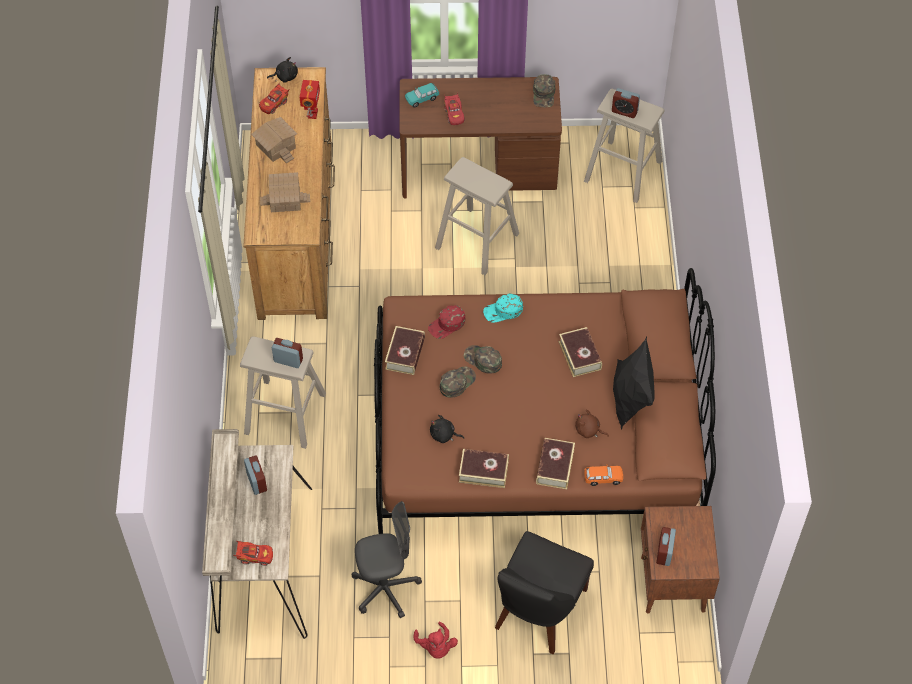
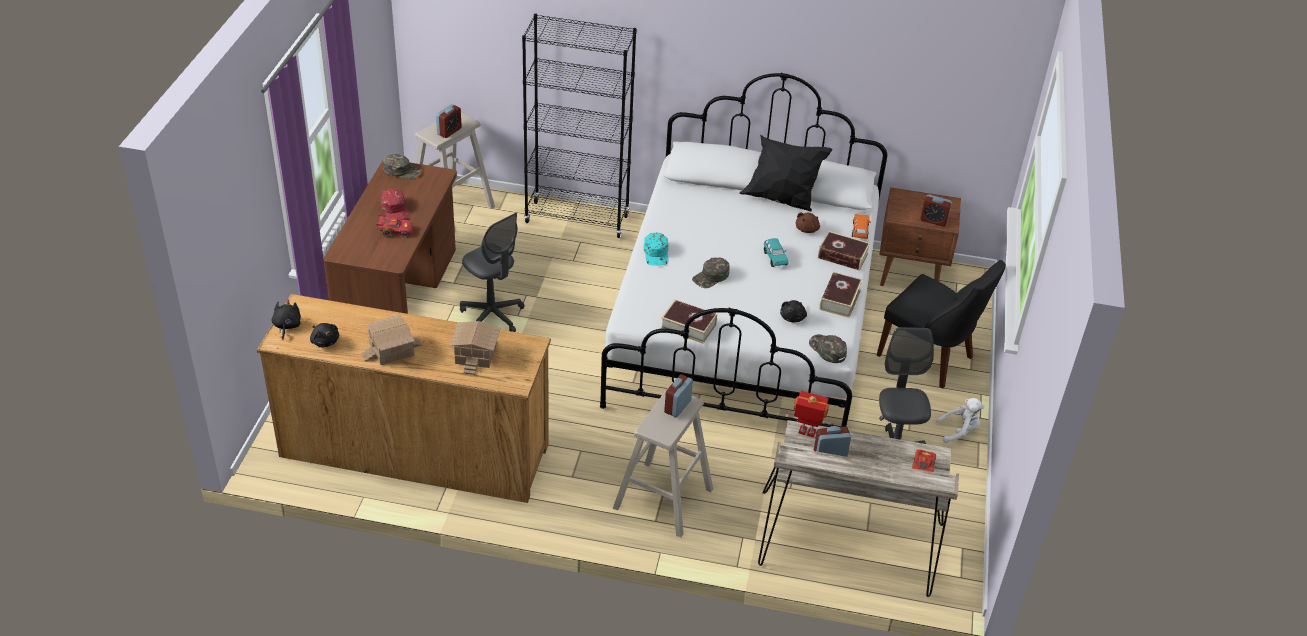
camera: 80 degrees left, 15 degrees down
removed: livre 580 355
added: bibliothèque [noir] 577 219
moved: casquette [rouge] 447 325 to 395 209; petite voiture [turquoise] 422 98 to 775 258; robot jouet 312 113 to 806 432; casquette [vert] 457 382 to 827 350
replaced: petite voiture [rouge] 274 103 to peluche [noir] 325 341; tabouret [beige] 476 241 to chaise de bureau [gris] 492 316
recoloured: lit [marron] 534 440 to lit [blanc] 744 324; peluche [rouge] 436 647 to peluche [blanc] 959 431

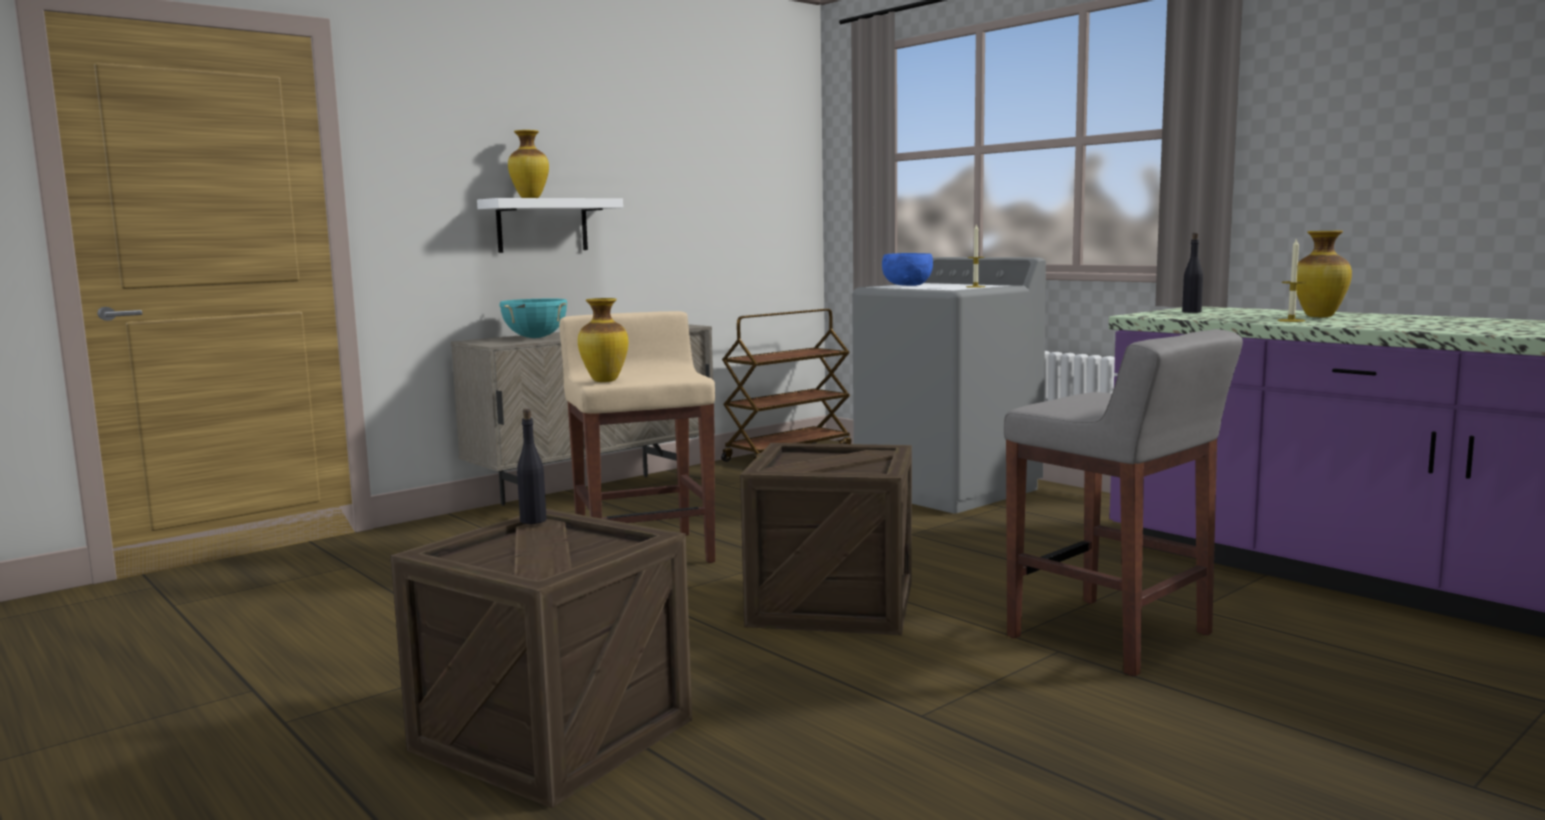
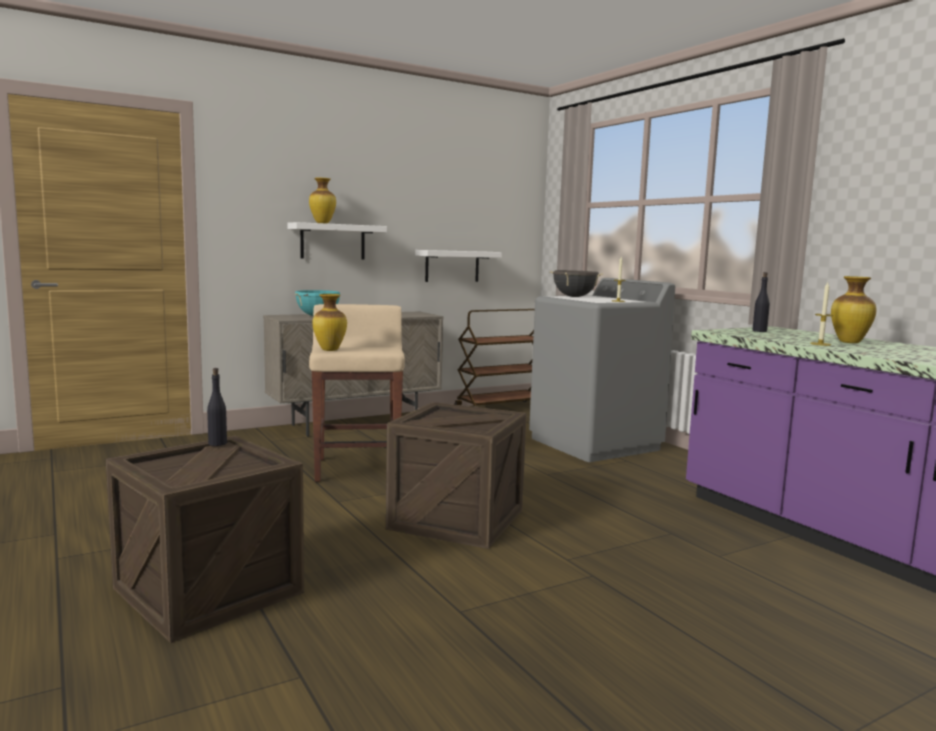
camera: 10 degrees right, 0 degrees up
removed: tabouret [gris] 1112 636
added: étagère [blanc] 452 266
replaced: bol [bleu] 906 285 to marmite [noir] 574 297

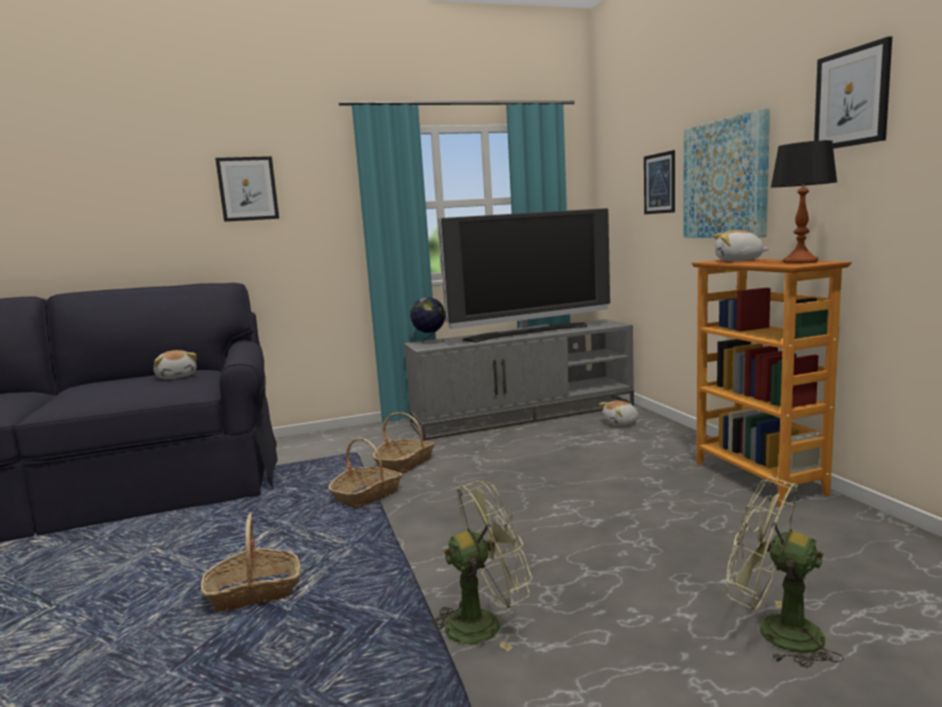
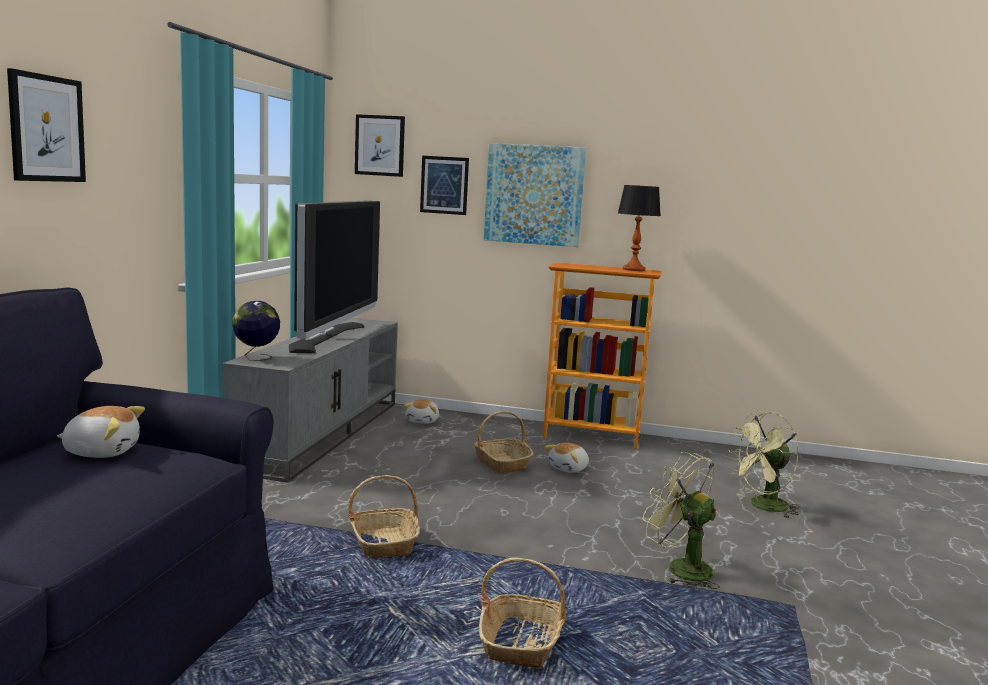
camera: 60 degrees left, 0 degrees up
moved: tableau 852 98 to 380 145; panier 405 463 to 501 463; peluche 738 260 to 569 469
turned: ventilateur [vert] 484 622 = 680 568 60 degrees counterclockwise

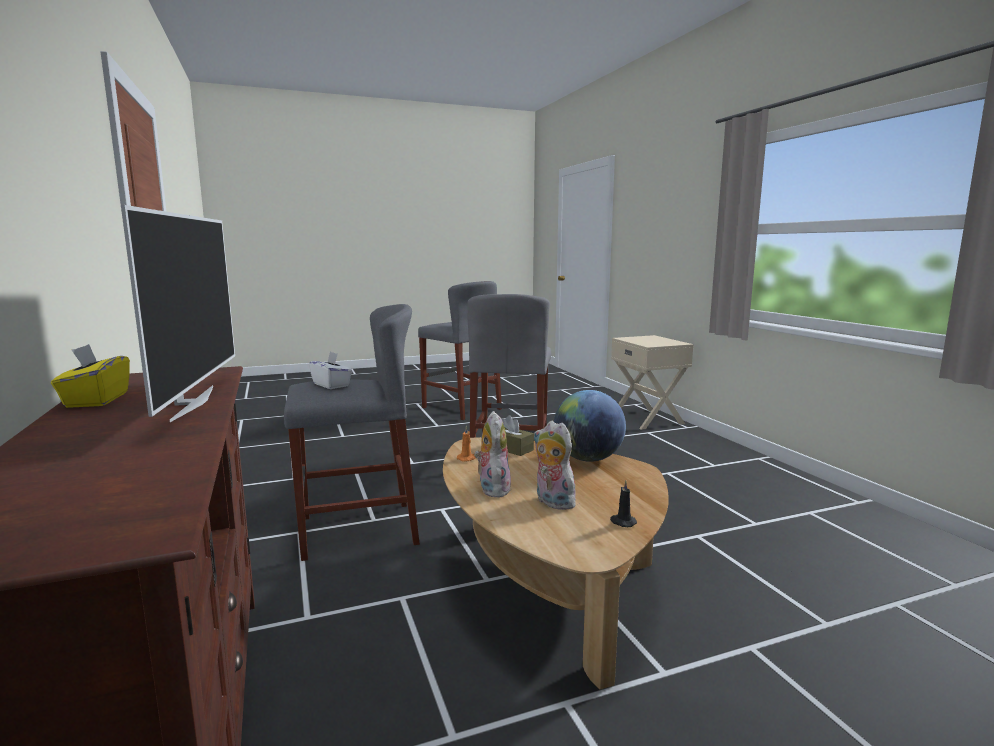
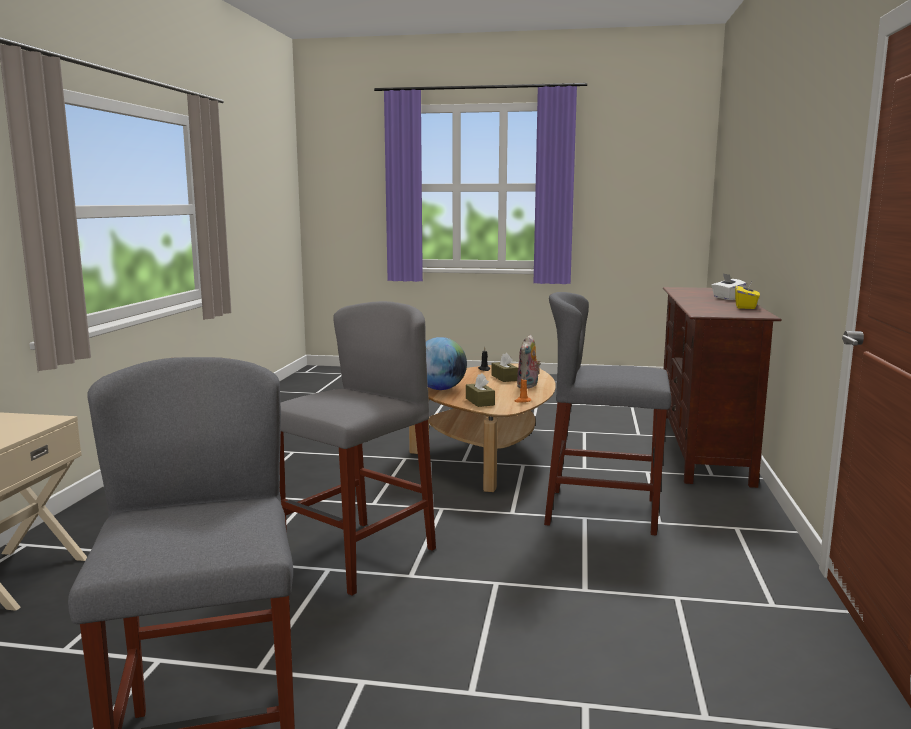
camera: 150 degrees left, 0 degrees up
removed: téléviseur 191 403
moved: boîte à mouchoirs [blanc] 331 385 to 727 298
replaced: peluche 552 502 to boîte à mouchoirs [marron] 504 378

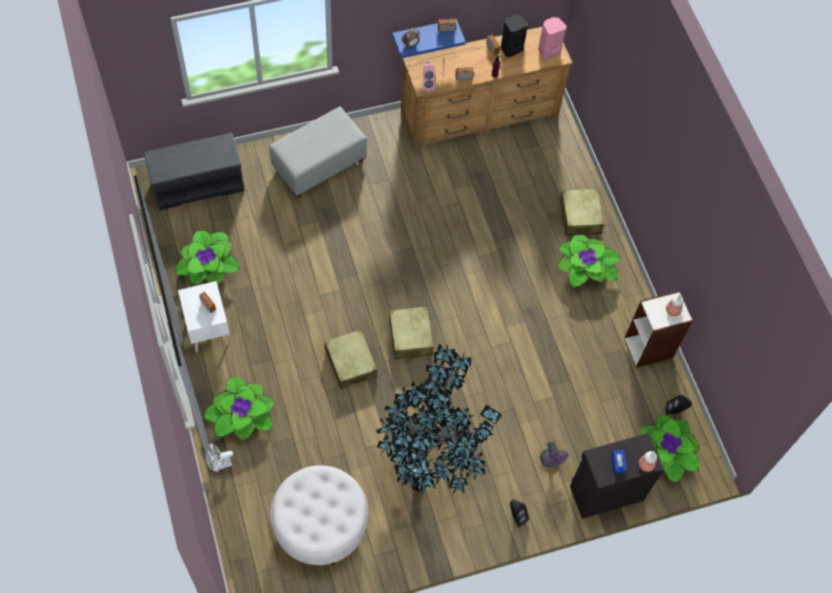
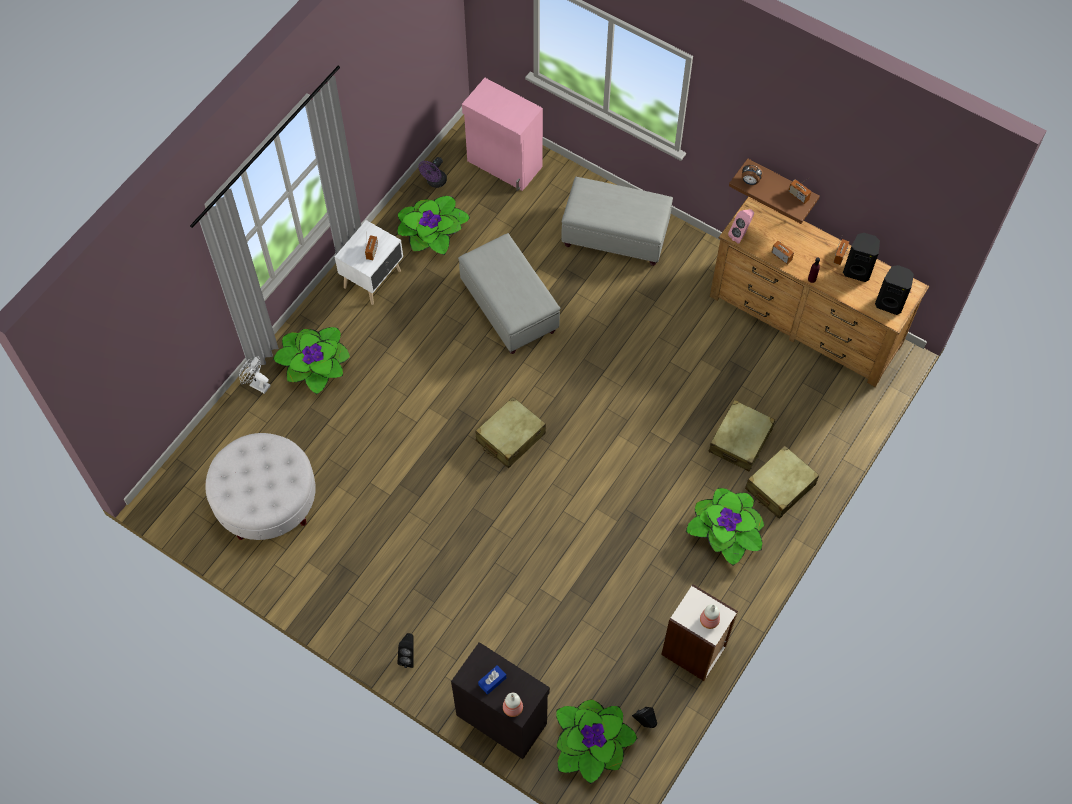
camera: 55 degrees right, 0 degrees up
removed: plante en pot 429 468
added: pouf [gris] 509 308
moved: ventilateur [violet] 550 461 to 434 182; valise [beige] 350 362 to 740 440
replaced: banc [gris] 198 184 to meuble de rangement [rose] 504 165
recoloured: étagère [bleu] 423 33 to étagère [marron] 781 185; enceinte [rose] 548 51 to enceinte [noir] 890 303

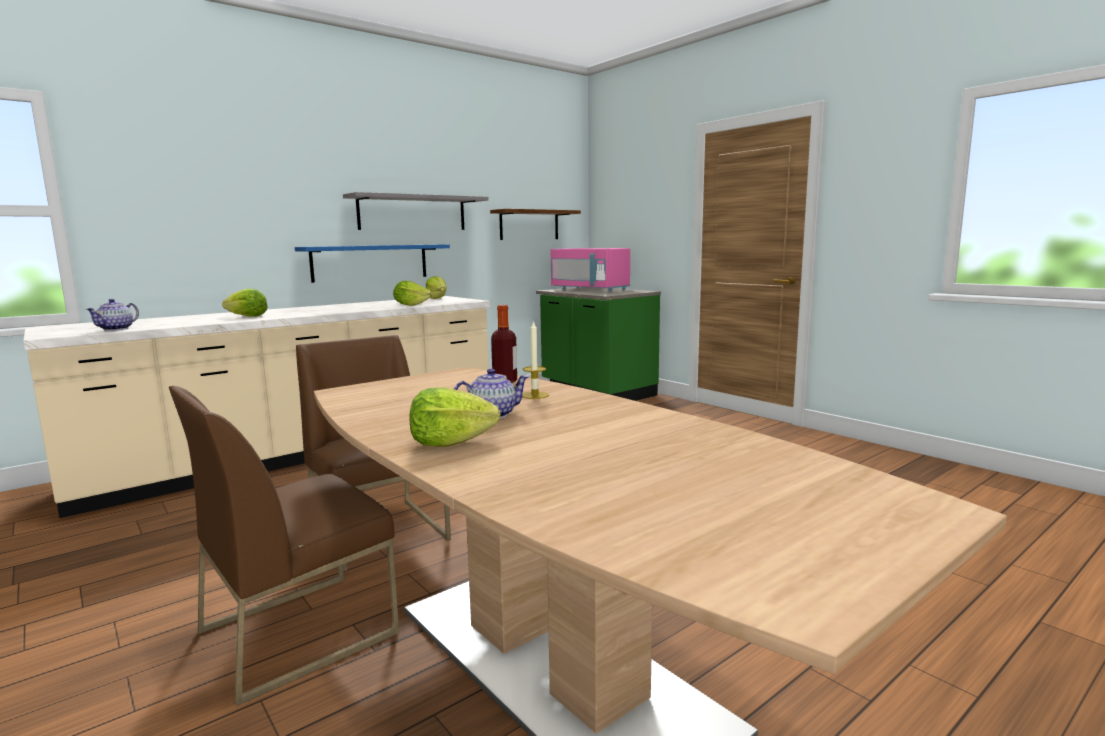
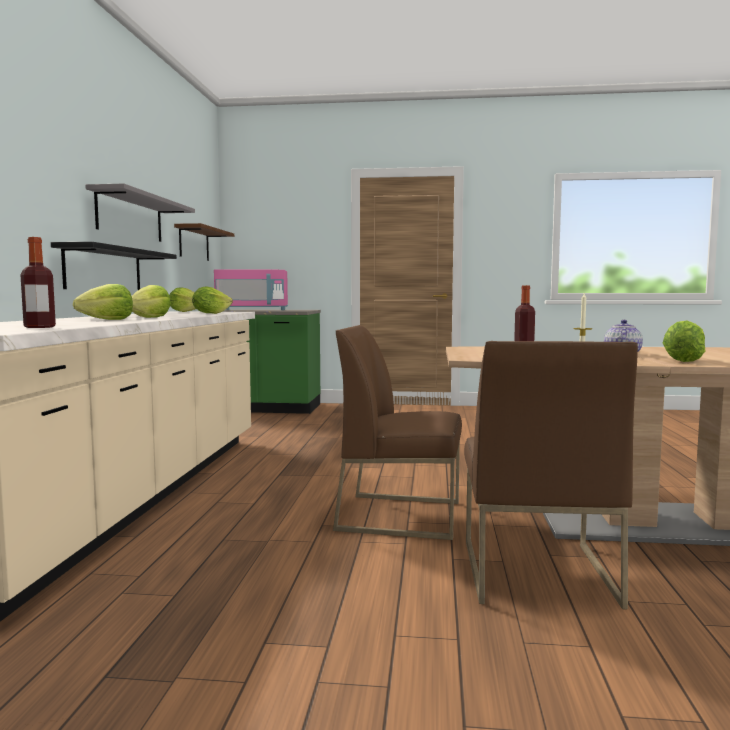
camera: 45 degrees left, 5 degrees down
added: laitue 150 317
replaced: théière 116 329 to bouteille 39 327
recoloured: étagère [bleu] 370 262 to étagère [noir] 104 269

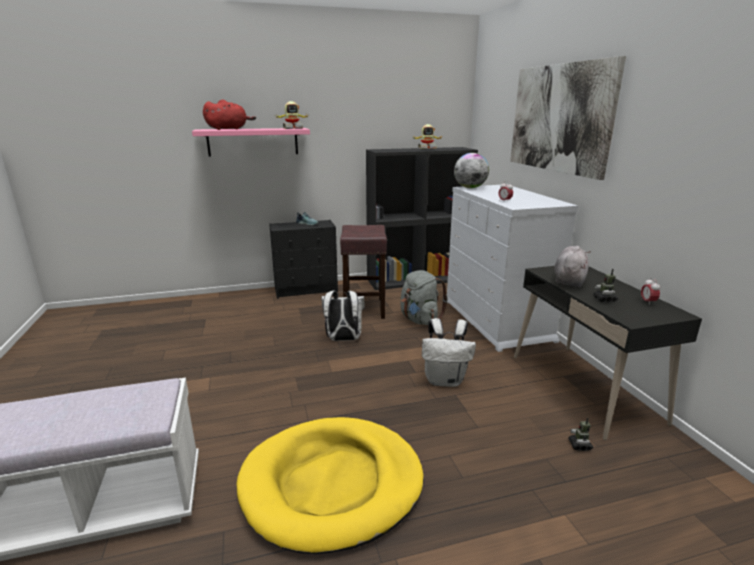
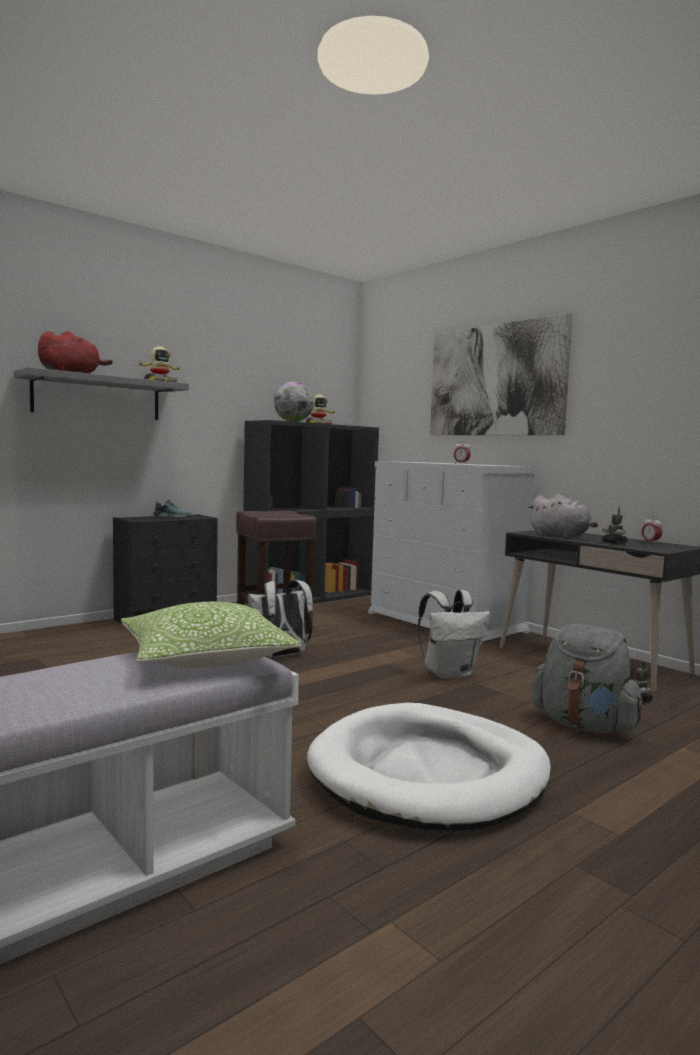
camera: 25 degrees left, 15 degrees down
added: coussin 206 658
moved: globe 470 188 to 293 422; sac à dos [gris] 420 320 to 584 725
recoloured: étagère [rose] 253 142 to étagère [gris] 97 397; panier pour chien [jaune] 332 484 to panier pour chien [blanc] 429 773
turned: peluche [gris] 569 280 = 561 536 135 degrees clockwise

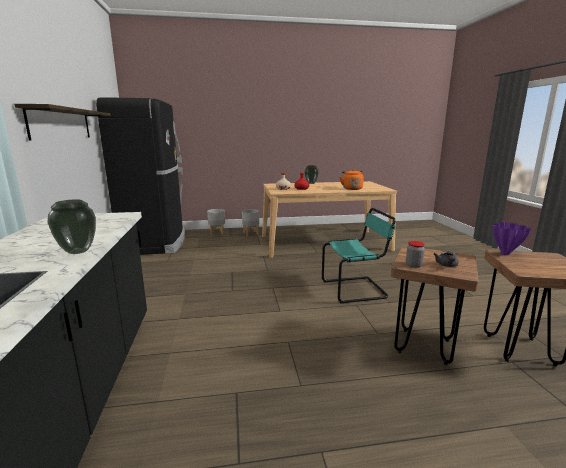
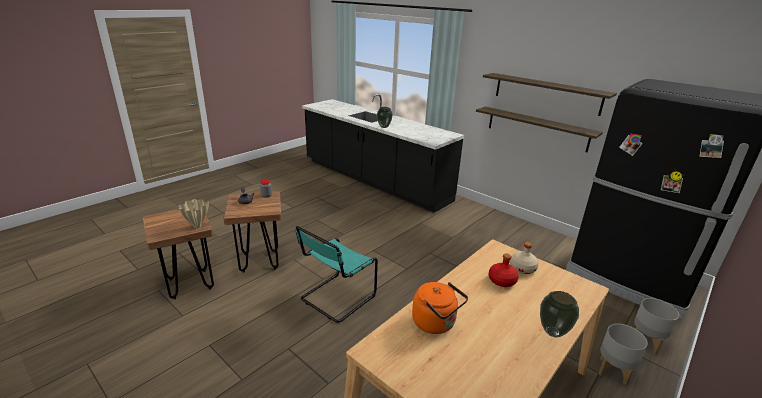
camera: 140 degrees right, 10 degrees up
added: étagère 537 128
recoloured: vase [violet] 505 254 to vase [beige] 197 226

